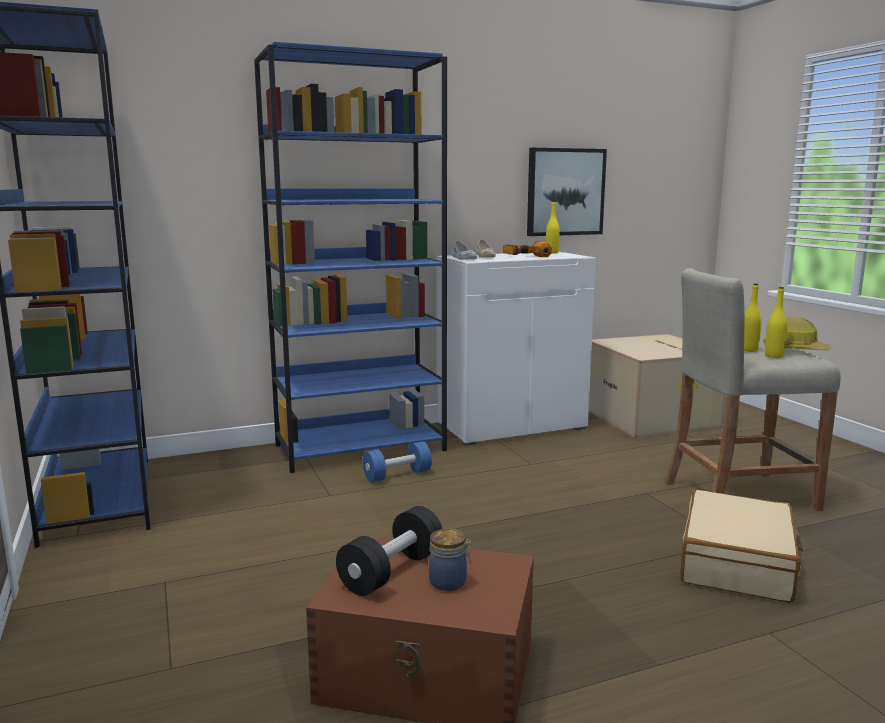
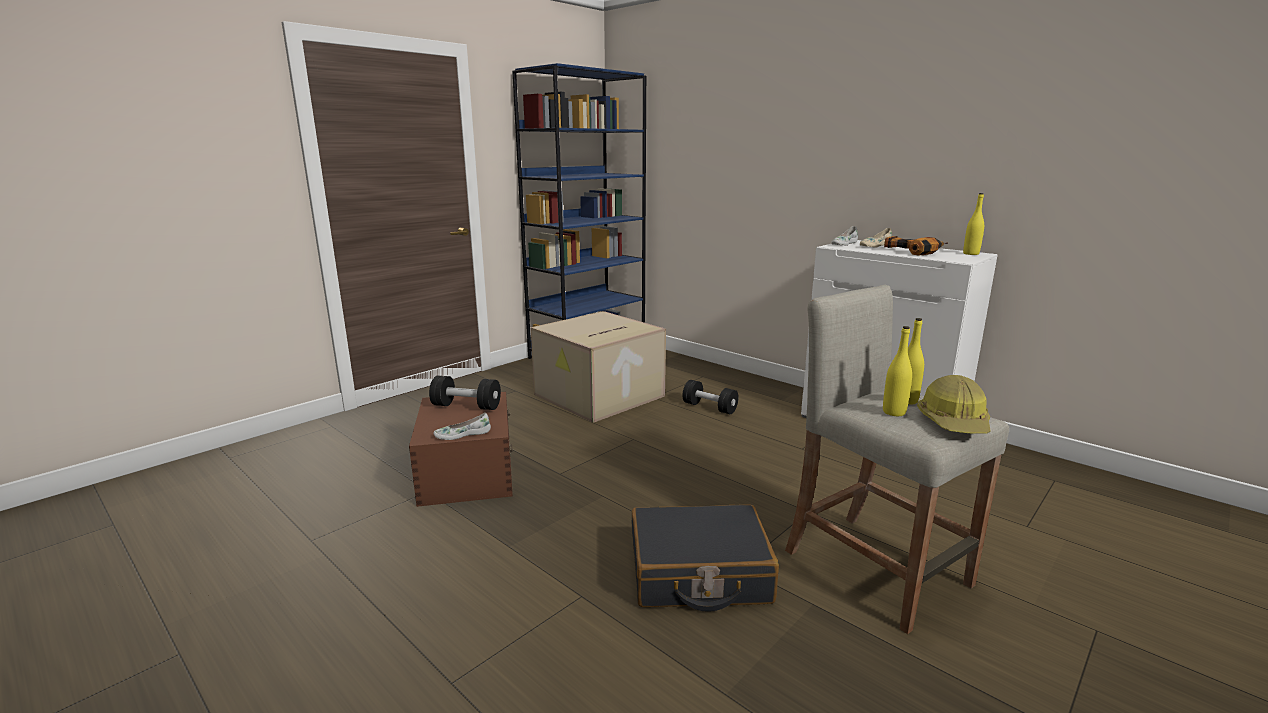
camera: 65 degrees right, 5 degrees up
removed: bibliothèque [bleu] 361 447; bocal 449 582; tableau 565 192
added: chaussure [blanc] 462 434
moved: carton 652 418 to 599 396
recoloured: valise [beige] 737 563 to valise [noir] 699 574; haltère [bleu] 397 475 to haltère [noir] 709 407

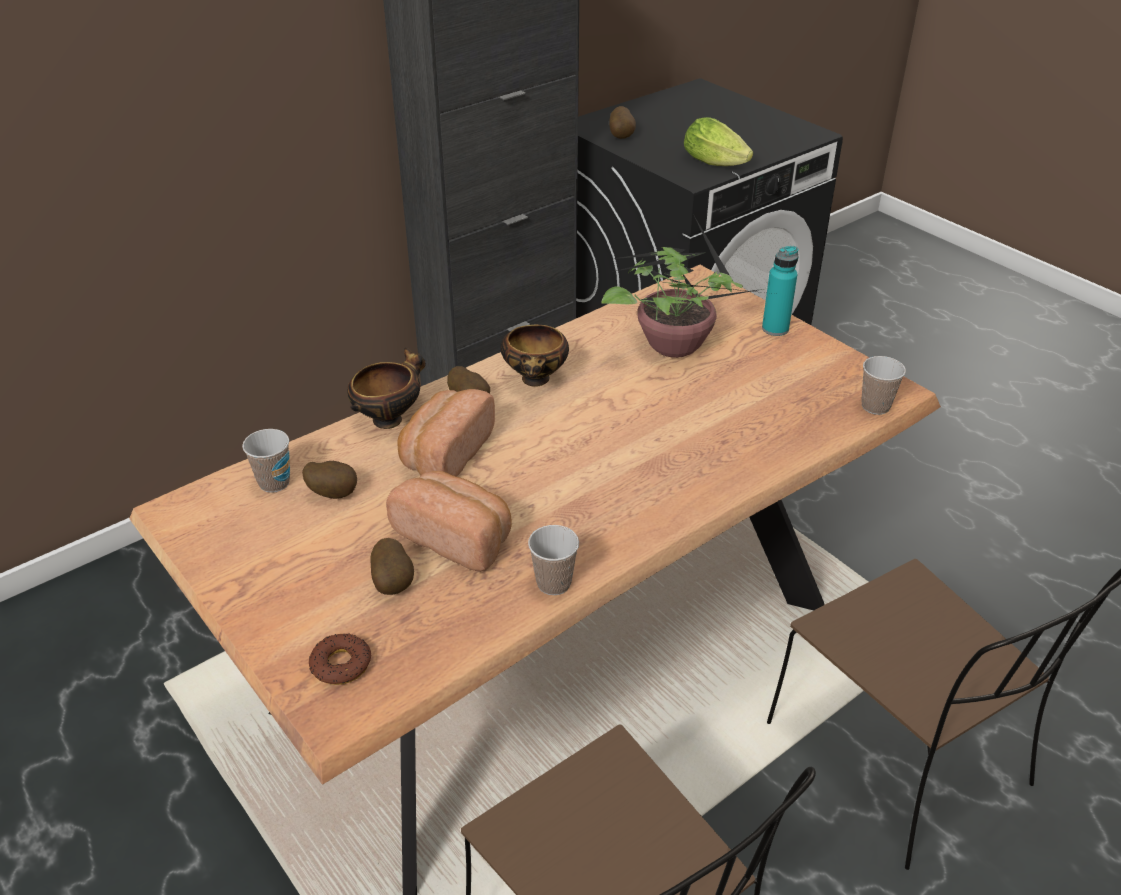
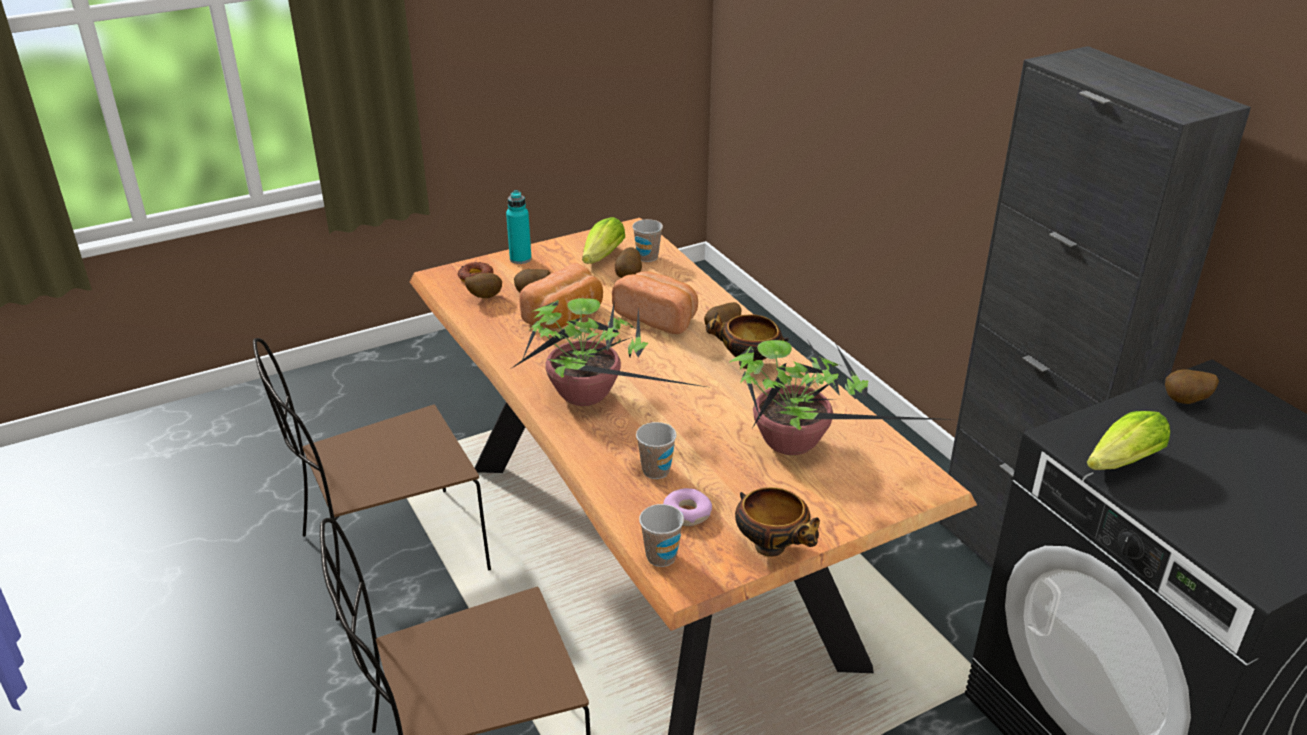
camera: 100 degrees right, 5 degrees down
added: pomme de terre 484 297; plante en pot 589 398; laitue 600 259; beignet 687 513
moved: bouteille [turquoise] 775 329 to 520 259; tasse 553 583 to 656 471; bol 389 418 to 773 548

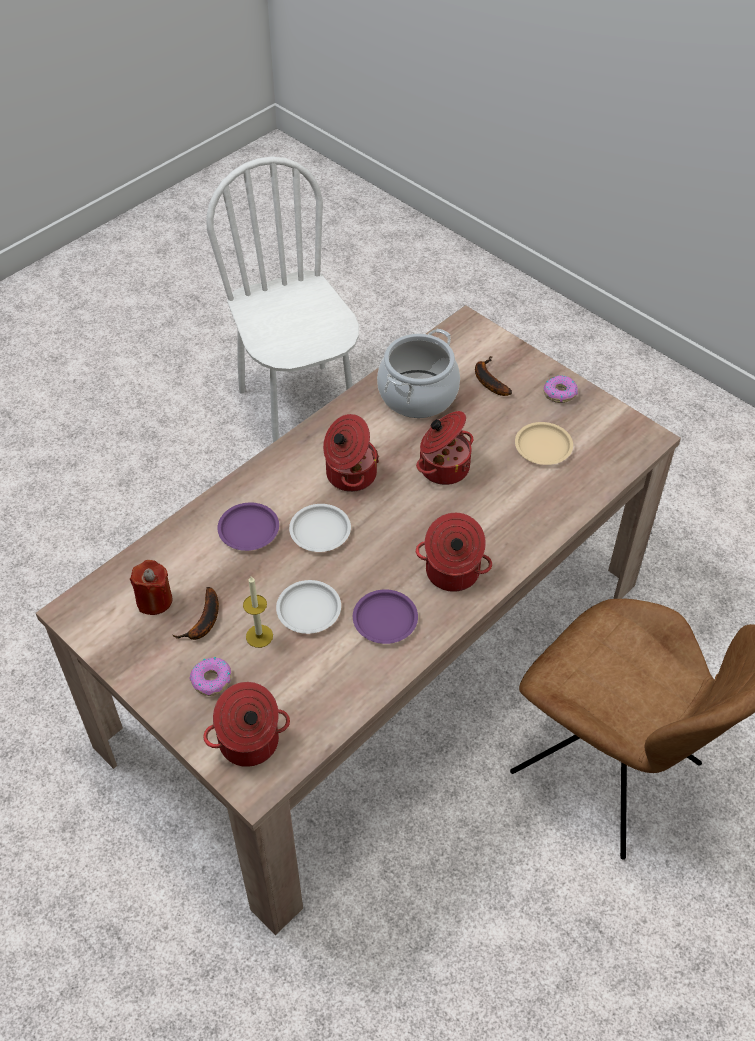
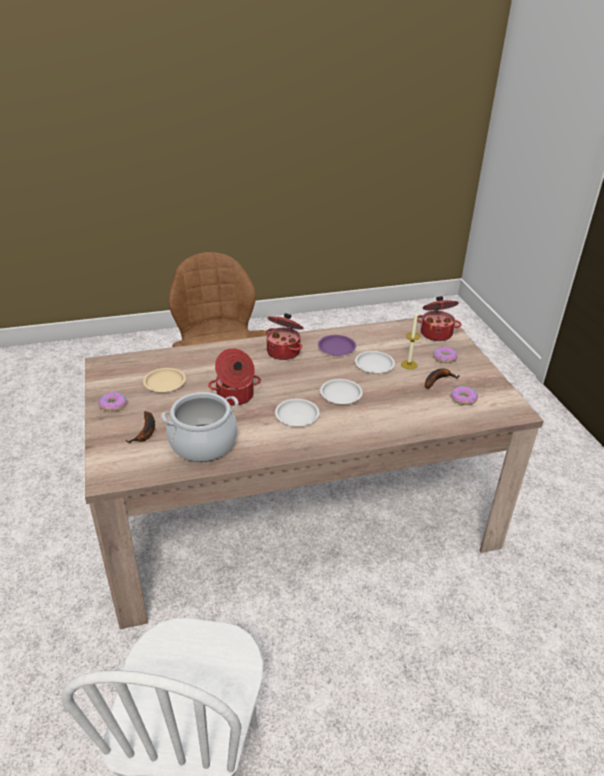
camera: 150 degrees left, 15 degrees down
removed: assiette [violet] 249 529
replaced: marmite 349 474 to assiette [blanc] 297 415; bougie [rouge] 154 600 to beignet 463 399

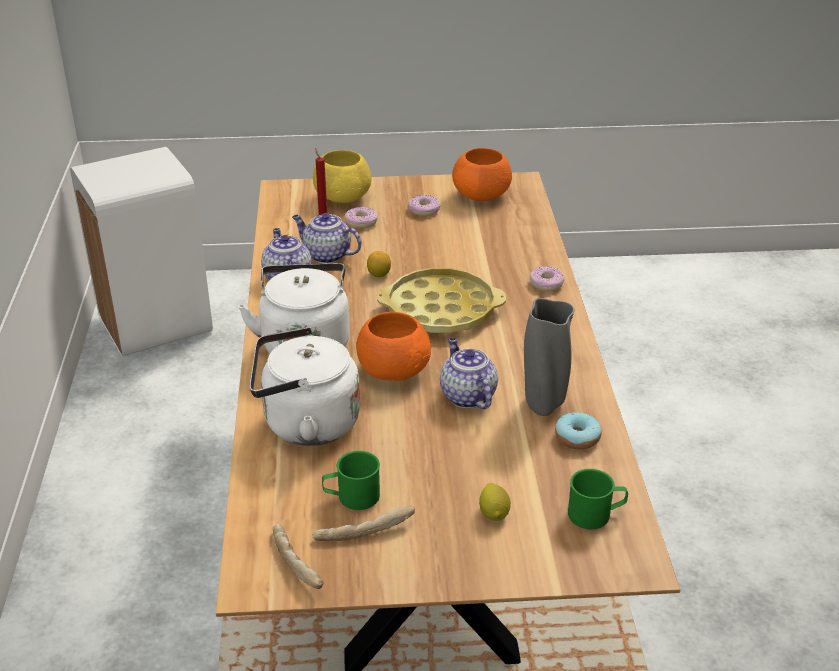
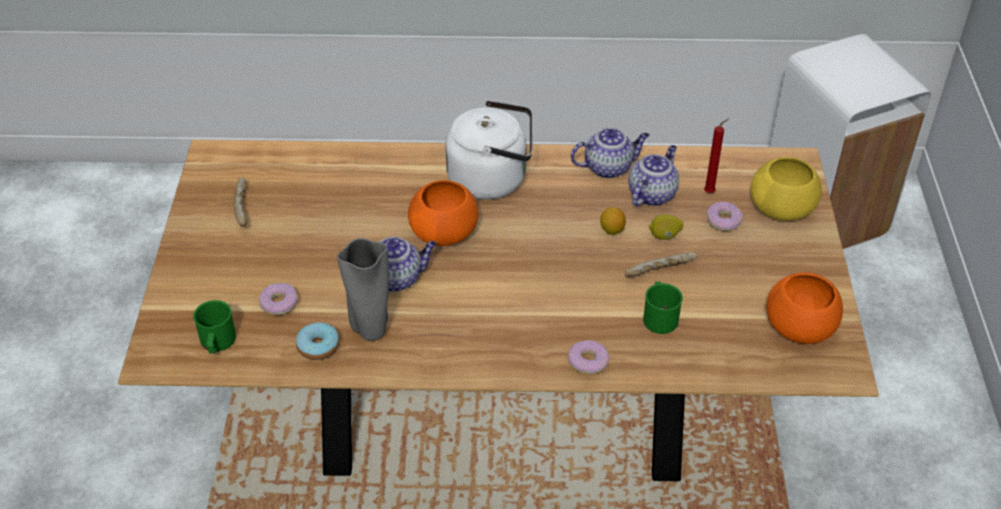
camera: 95 degrees right, 10 degrees up
removed: bouilloire [blanc] 305 424; plateau [jaune] 441 309
moved: beignet 424 210 to 279 303; pain 297 563 to 660 271; mug [vert] 352 497 to 659 316; citron 494 513 to 664 236

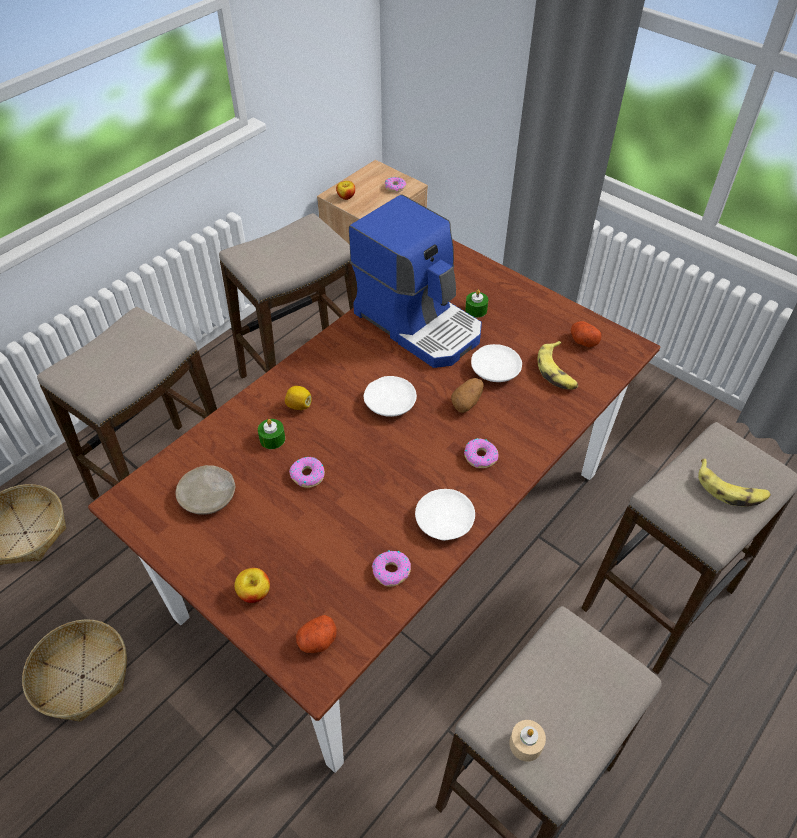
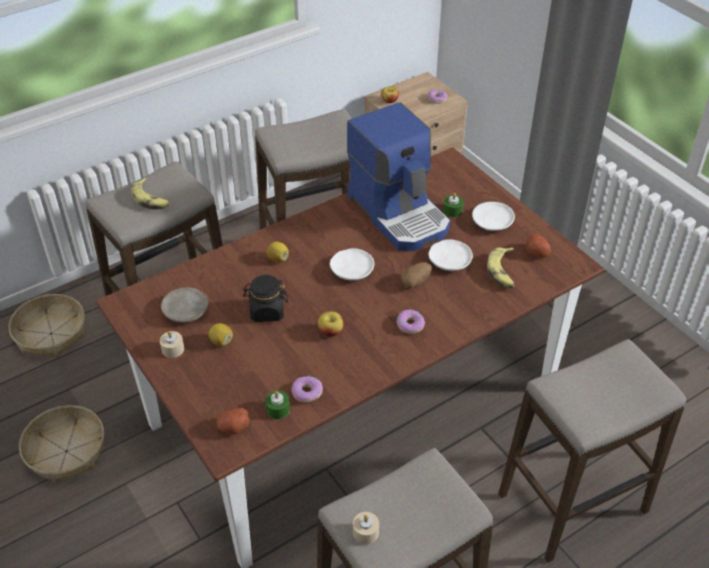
camera: 15 degrees right, 5 degrees down
added: bougie [beige] 173 349; citron 221 341
moved: banane 730 489 to 151 199; bougie [vert] 272 439 to 278 409; pomme 254 593 to 330 331; assiette [blanc] 444 520 to 492 222
replaced: beignet 307 475 to bocal [noir] 267 311

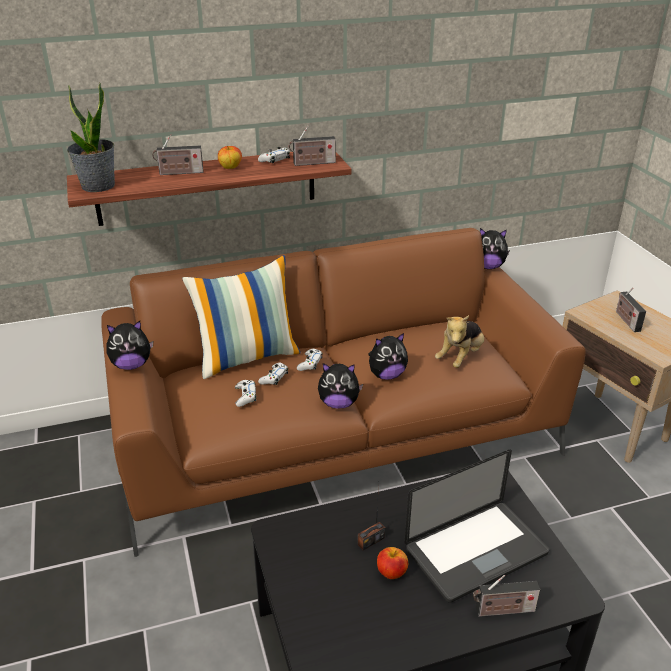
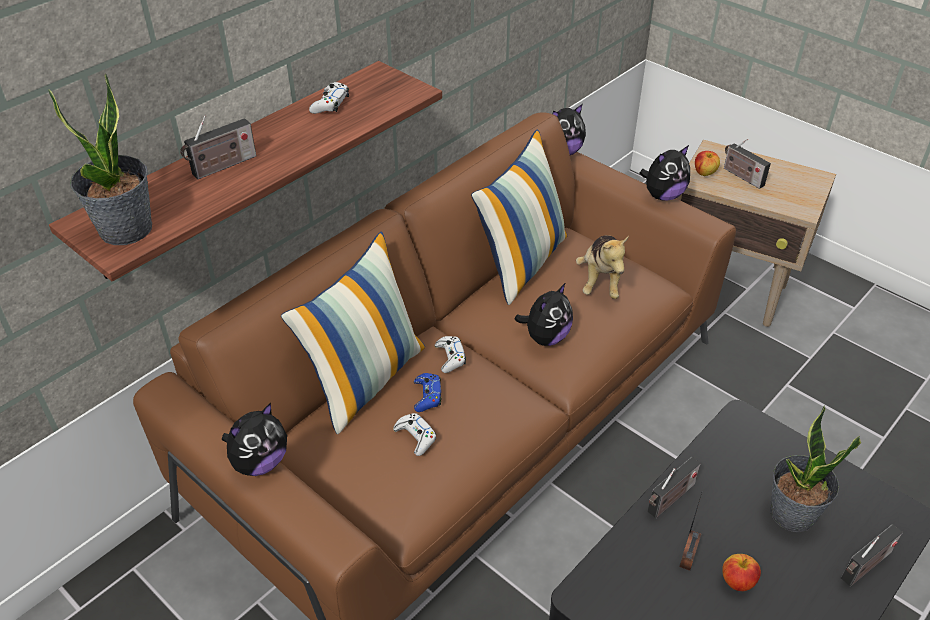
camera: 30 degrees left, 10 degrees up
added: coussin 521 262
moved: peluche 338 403 to 663 195; radio 312 163 to 669 500; pomme 230 167 to 704 173
replaced: ordinateur portable 476 551 to plante en pot 792 514
recoloured: manette [blanc] 274 378 to manette [bleu] 427 396

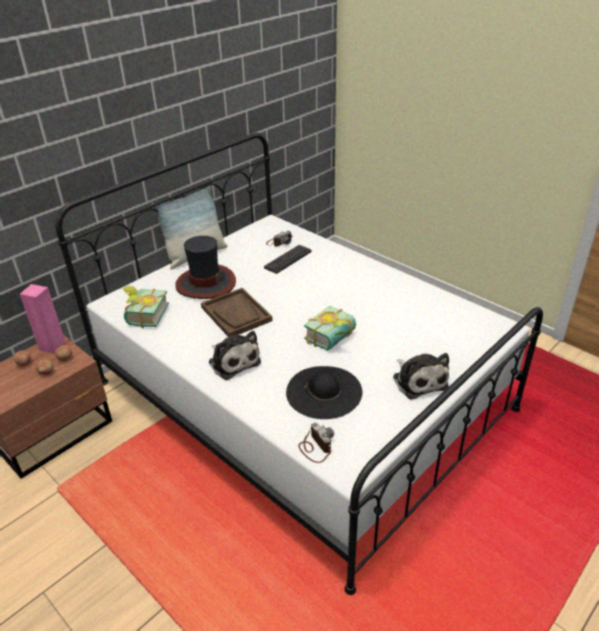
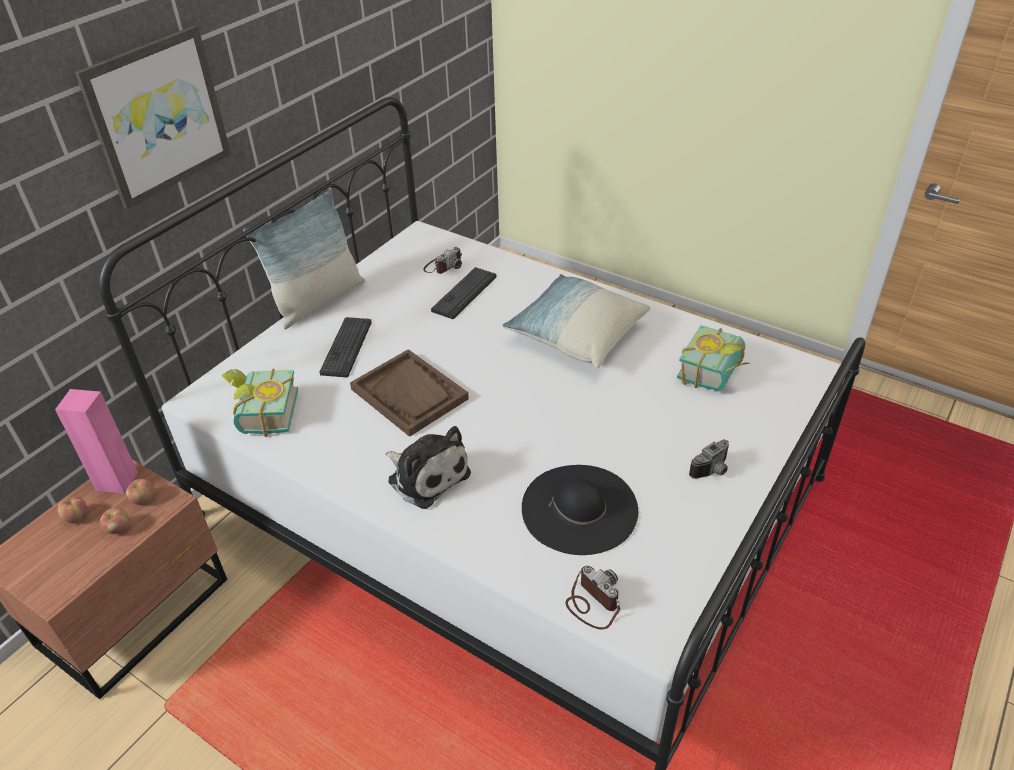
camera: 10 degrees left, 5 degrees up
added: tableau 157 116; coussin 576 334
moved: livre 334 339 to 716 373
replaced: chapeau 205 283 to clavier 346 347; peluche 418 380 to appareil photo 713 471

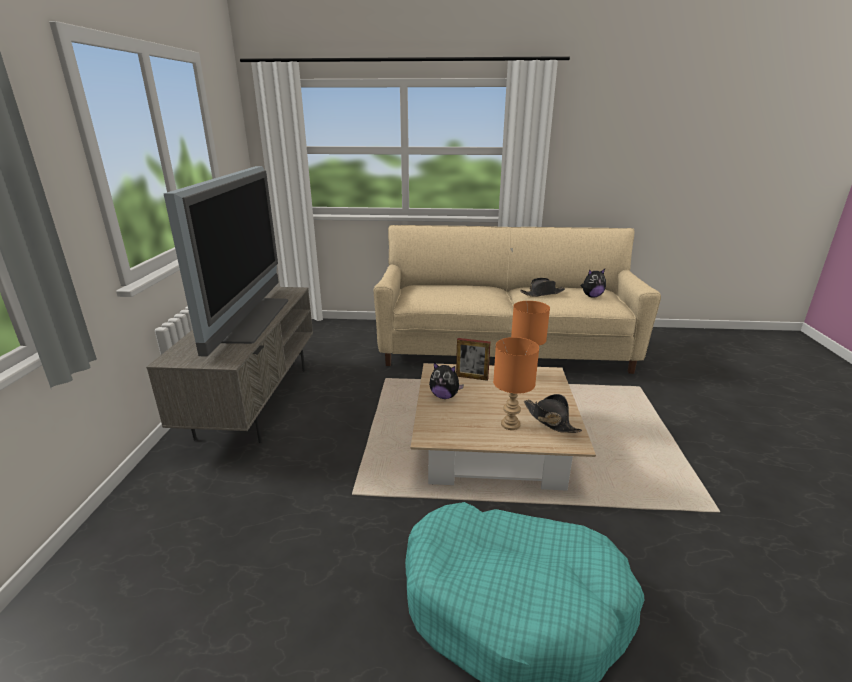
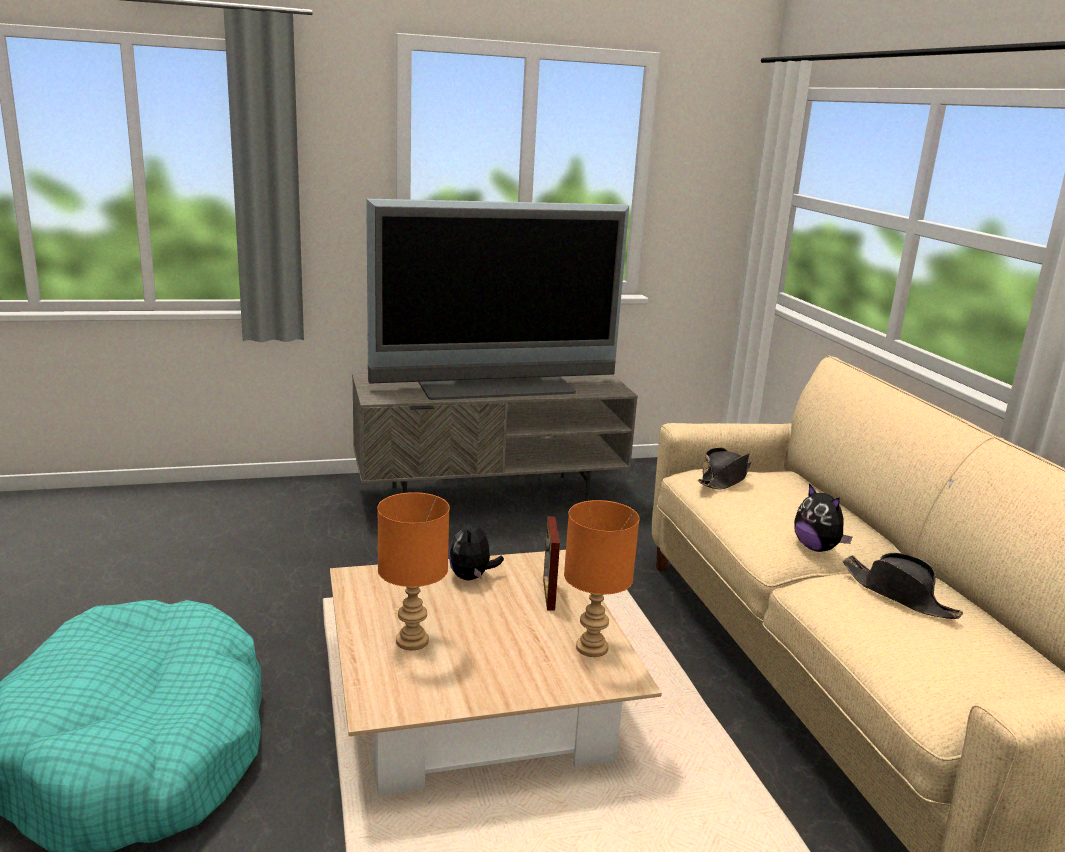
camera: 70 degrees right, 5 degrees down
moved: chapeau [noir] 550 420 to 724 479; peluche 591 296 to 817 548

